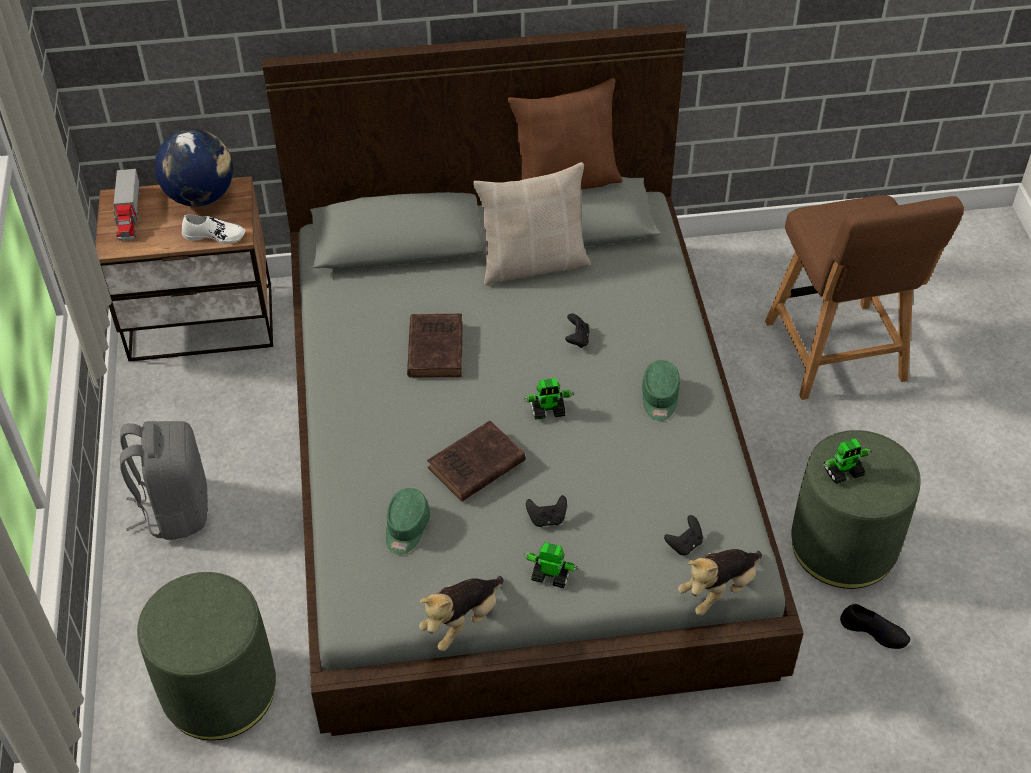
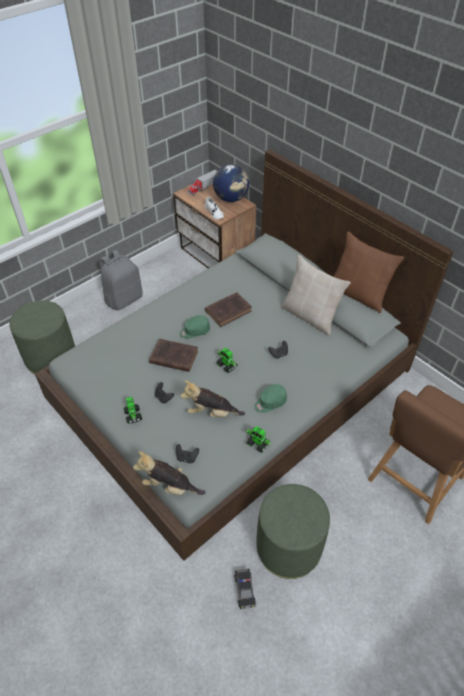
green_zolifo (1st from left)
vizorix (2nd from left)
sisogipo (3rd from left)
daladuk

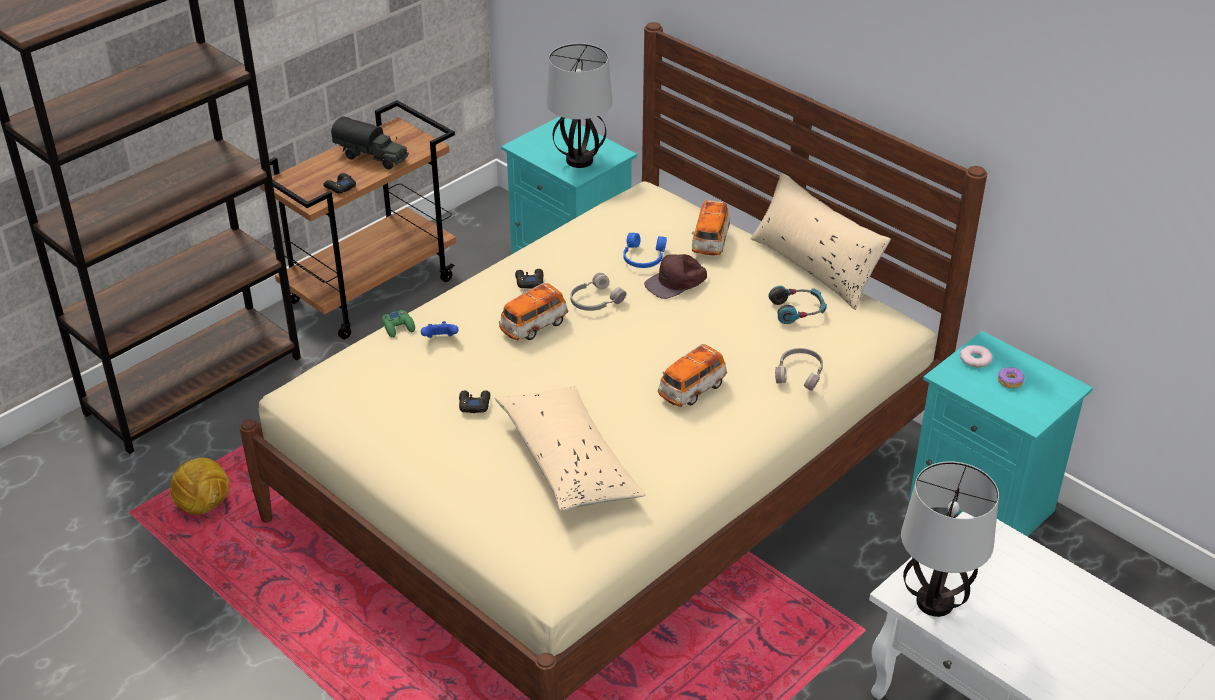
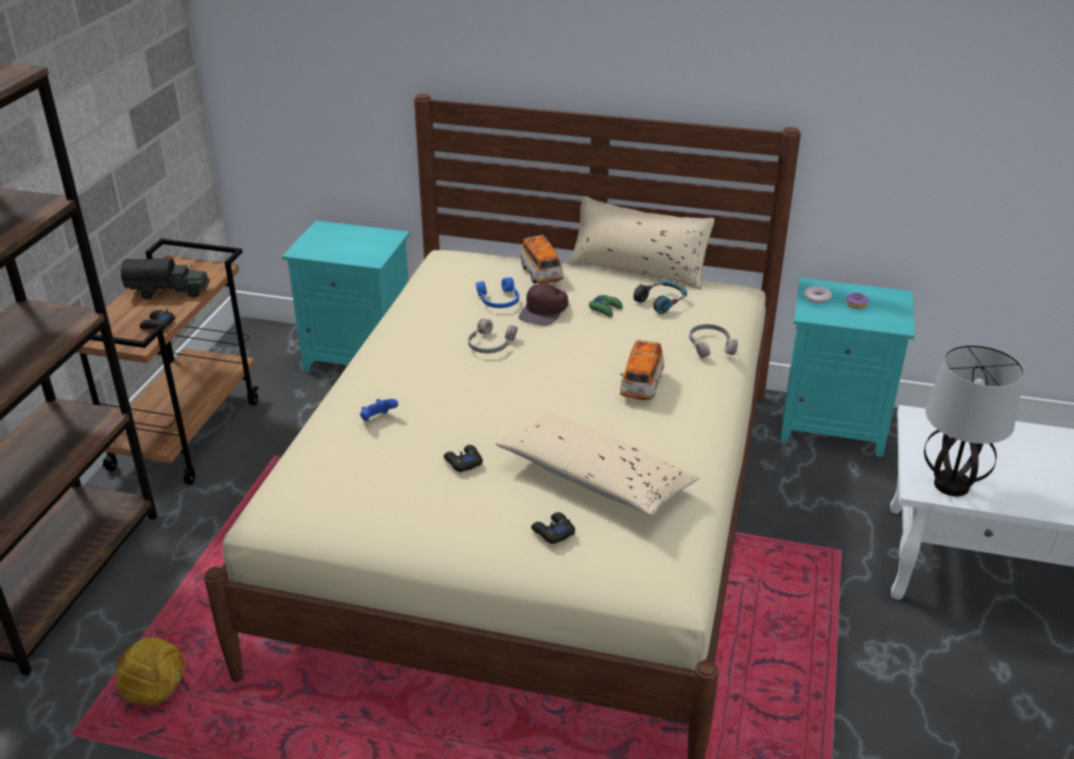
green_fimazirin
daladuk (1st from left in the first image)
black_fimazirin (3rd from left)
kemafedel (1st from left in the first image)

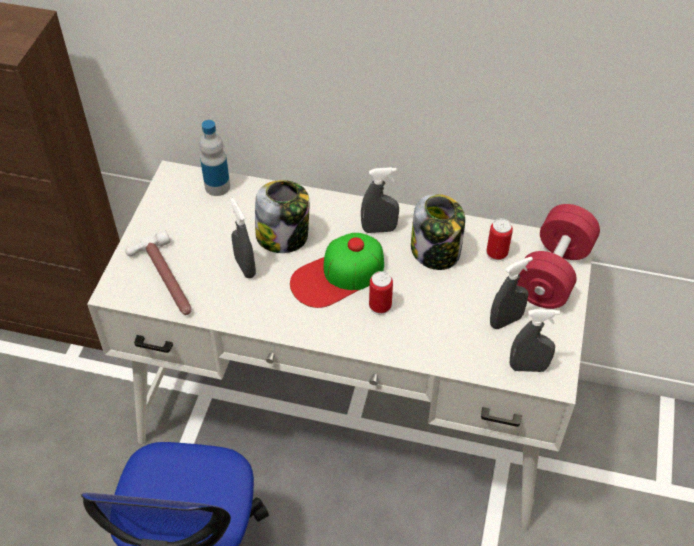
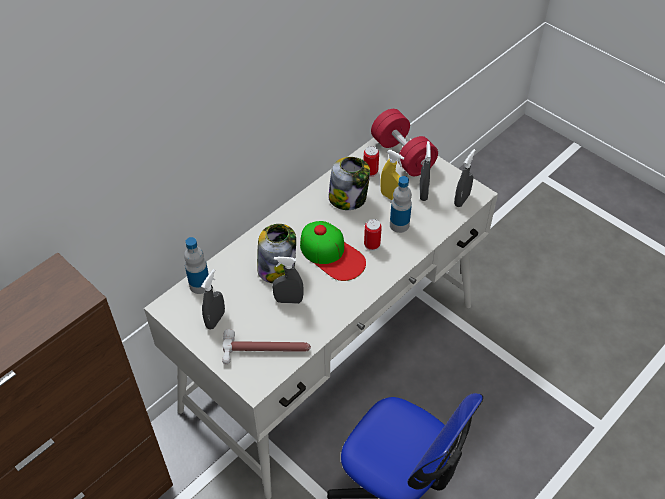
zolifo
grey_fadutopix (1st from left)
yellow_fadutopix
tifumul (2nd from left)

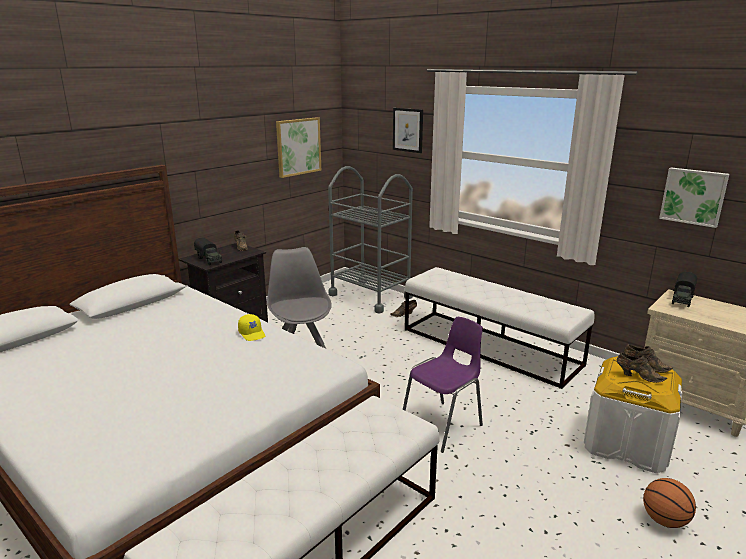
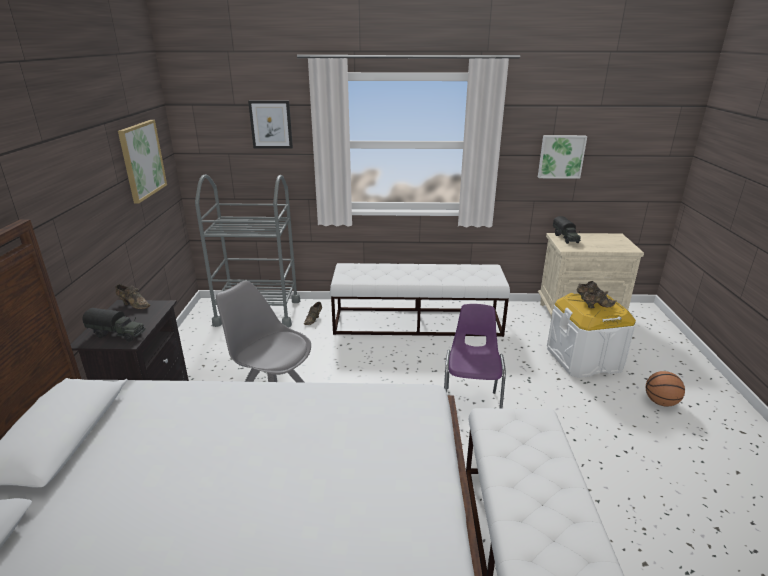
yellow_zolifo

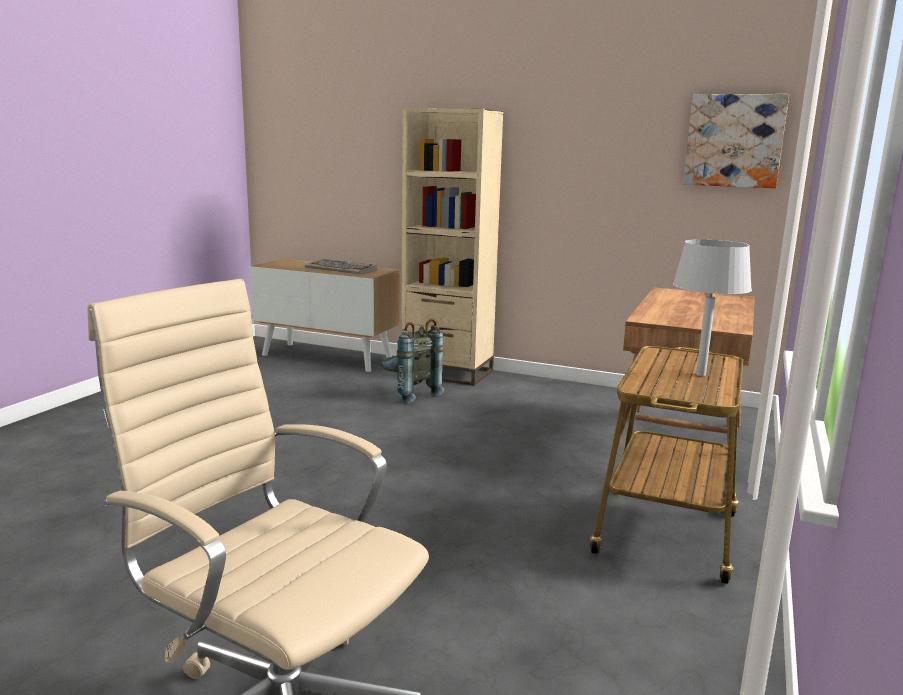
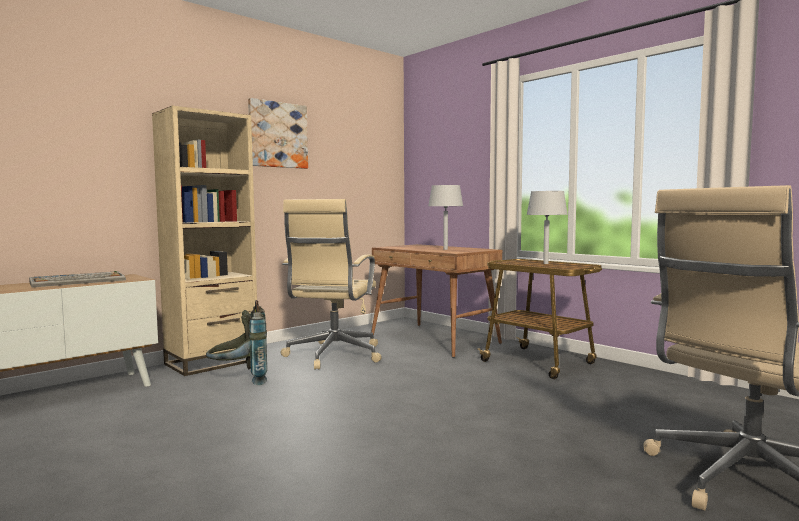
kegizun
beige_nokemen (1st from left)
grey_kemafedel (1st from left)

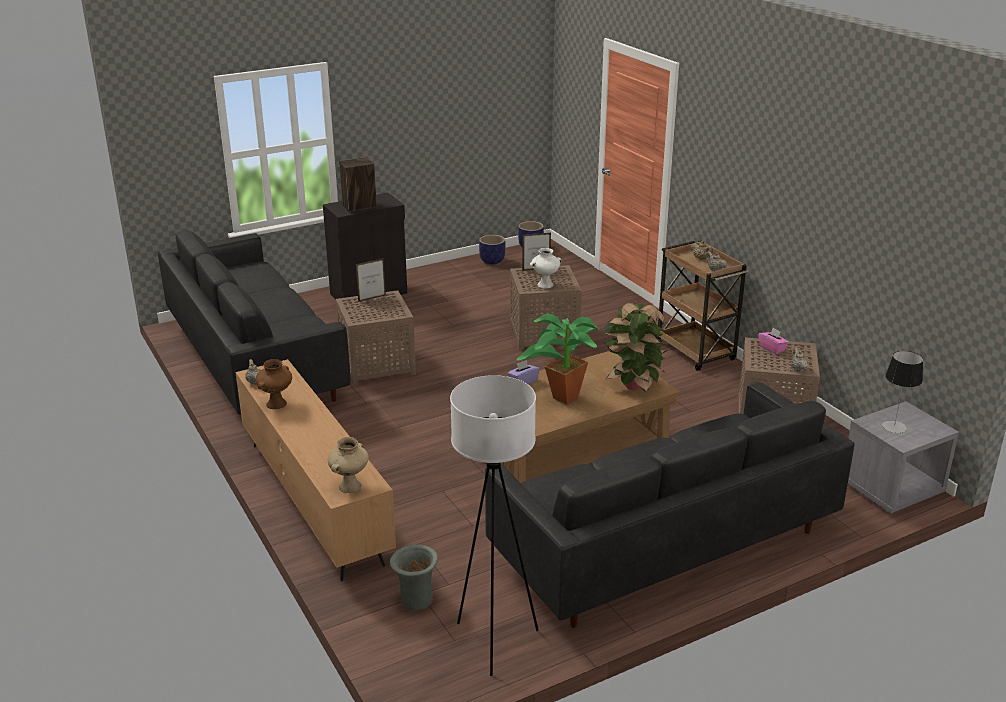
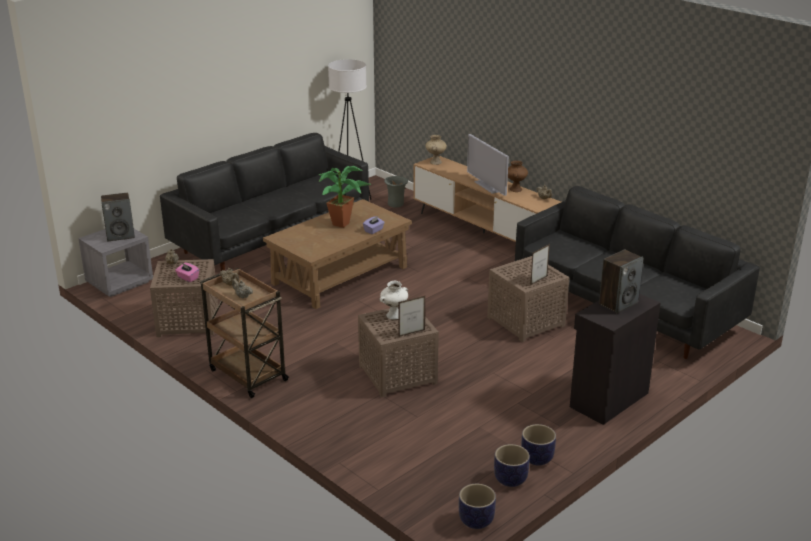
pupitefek (2nd from left in the first image)
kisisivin (1st from left)
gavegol
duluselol (3rd from left)

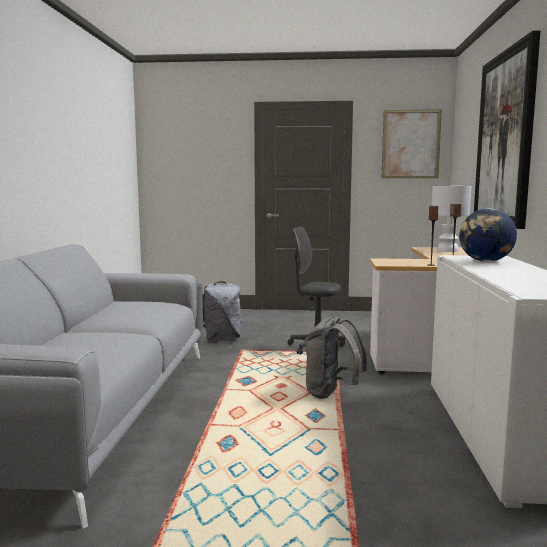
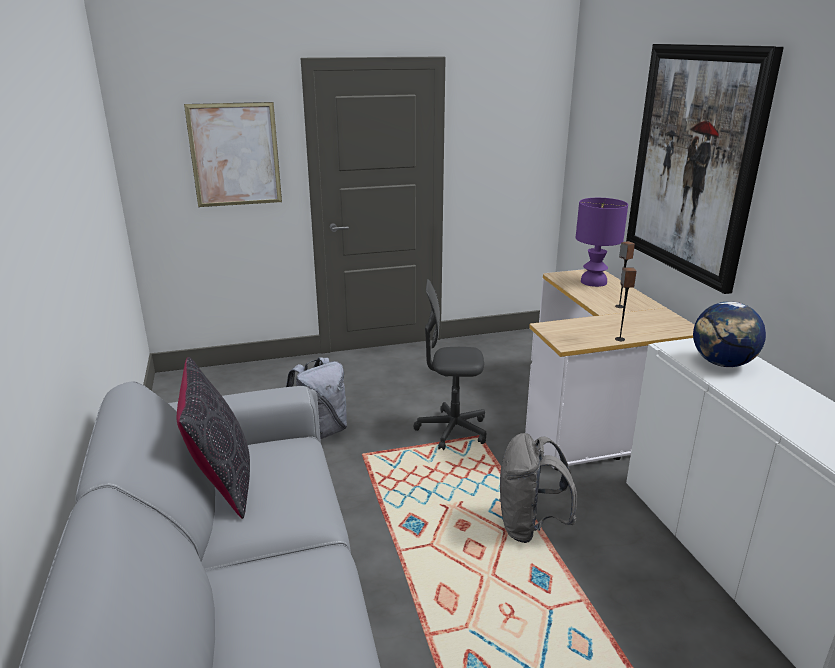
kegizun (1st from left)
purple_kemafedel
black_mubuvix

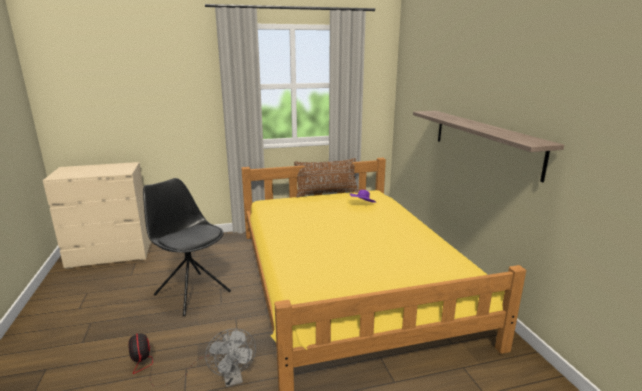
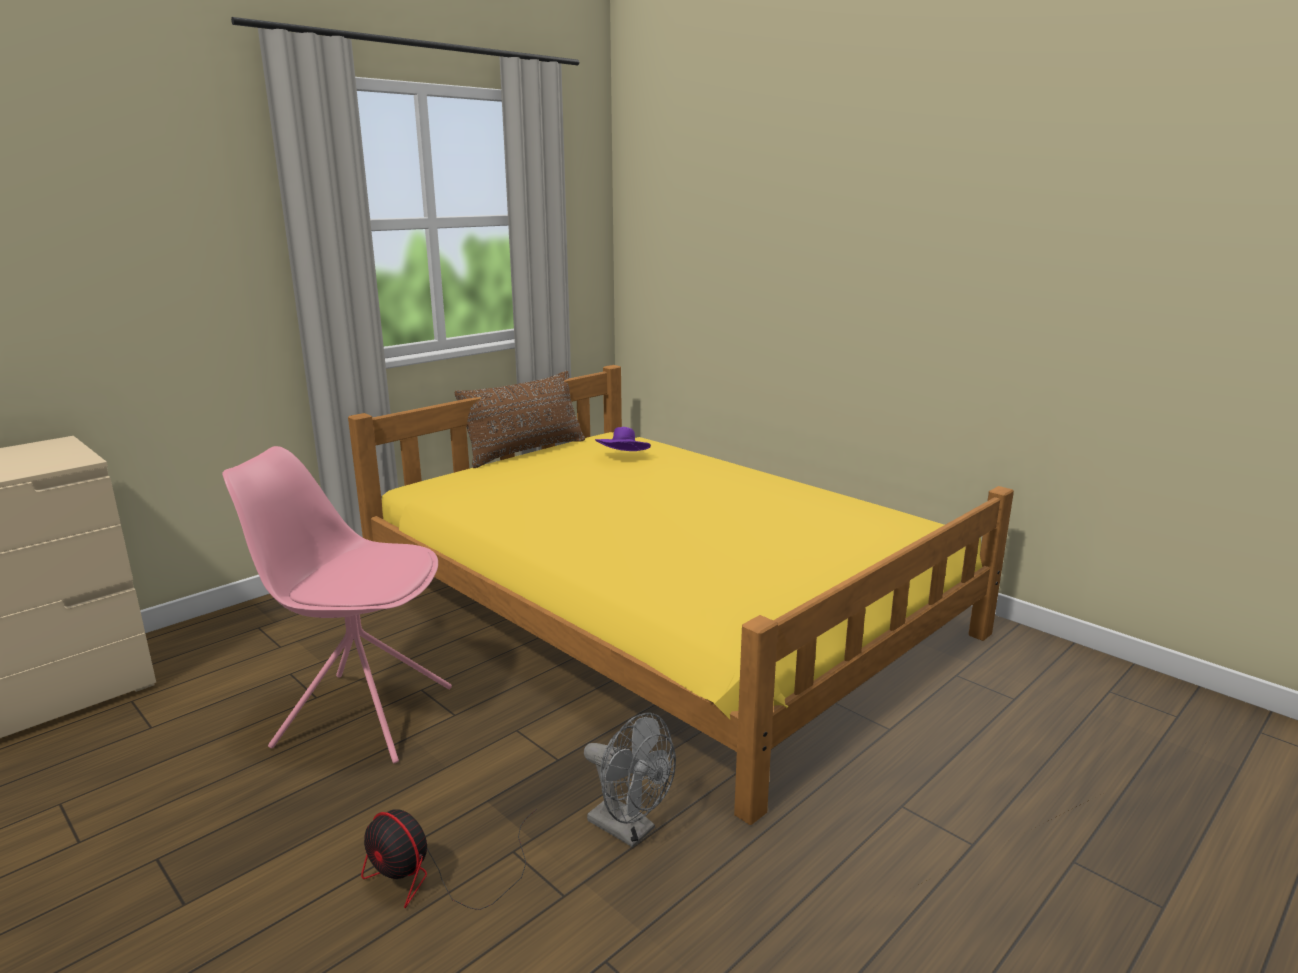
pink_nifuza
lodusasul

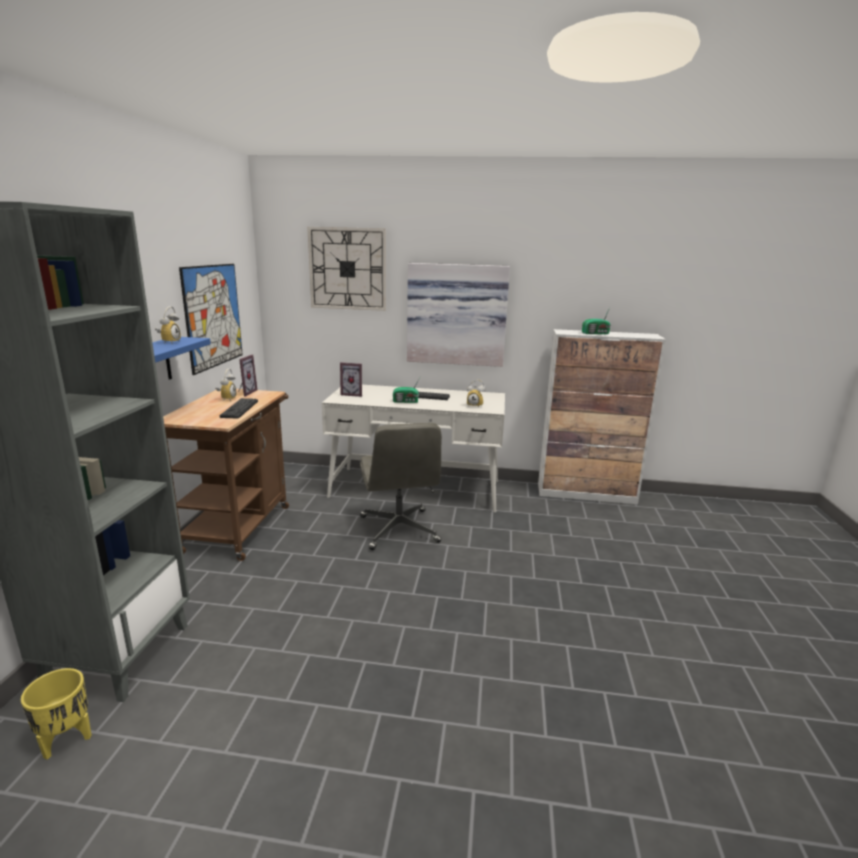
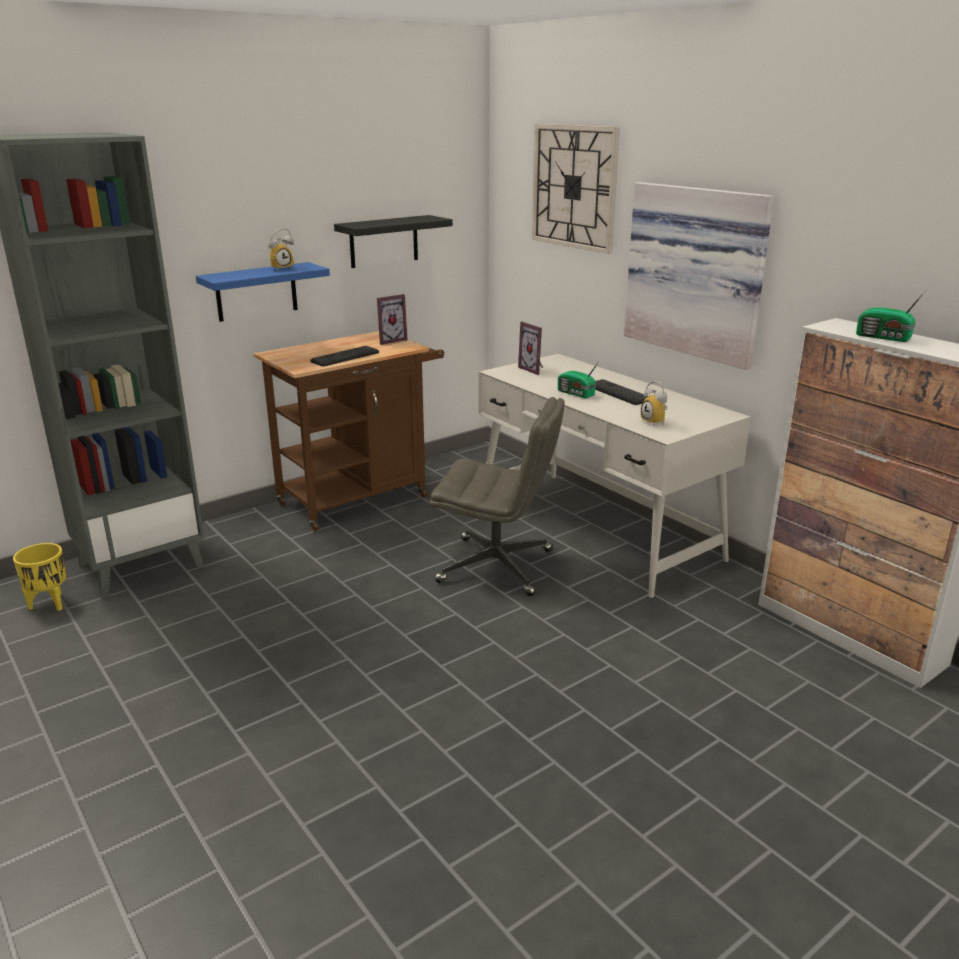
black_lodusasul
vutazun (2nd from left in the first image)
grey_nokemen

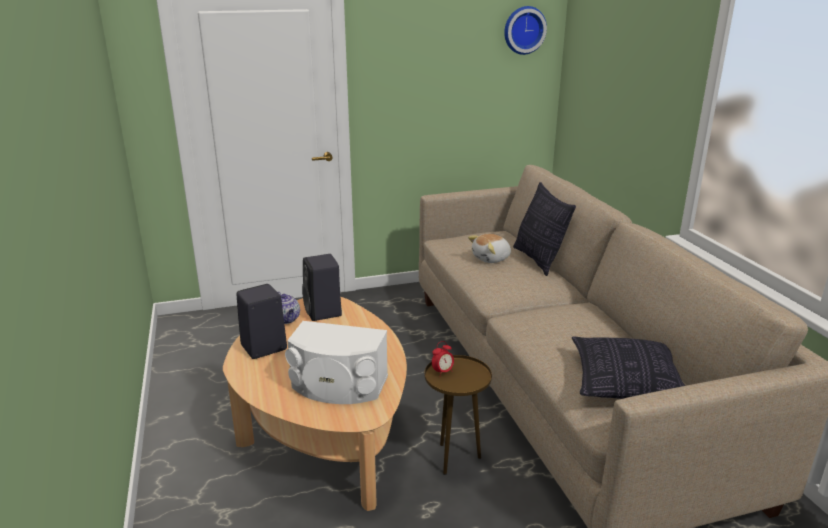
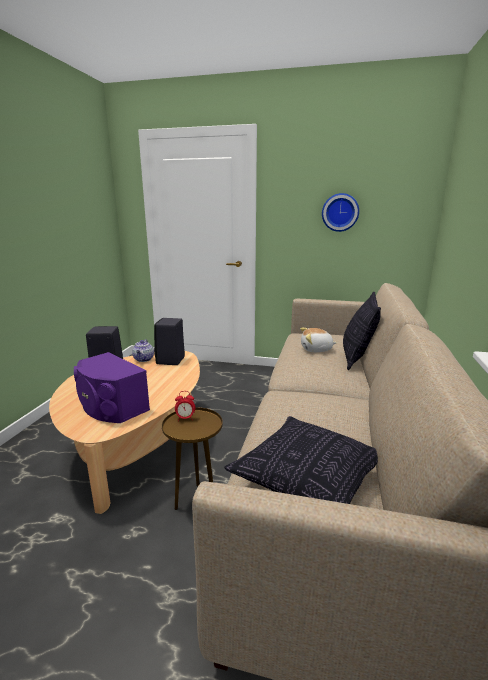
purple_kisisivin
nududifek

